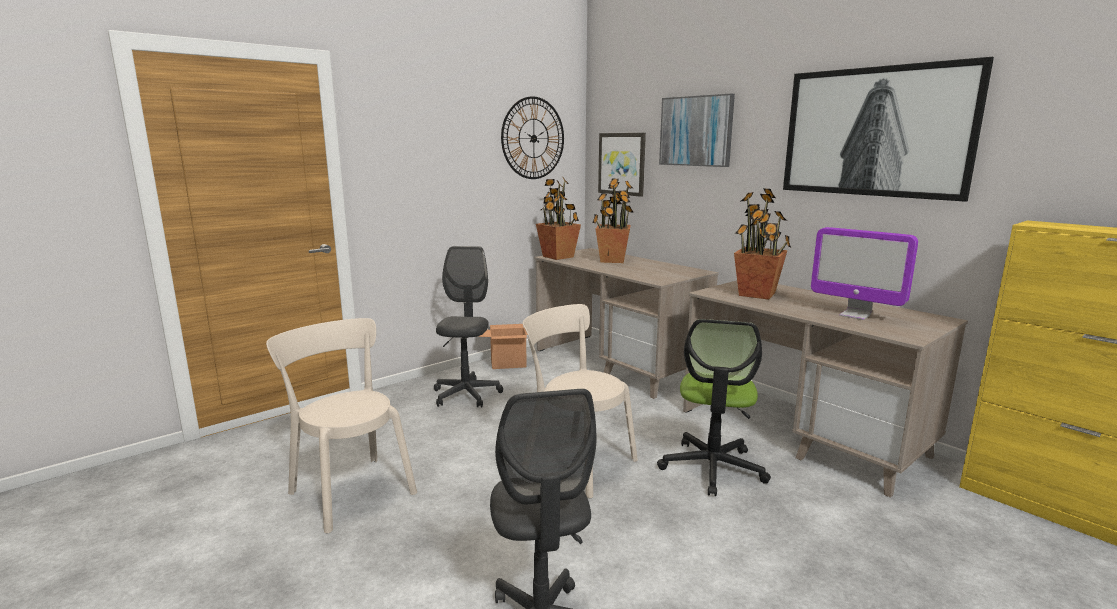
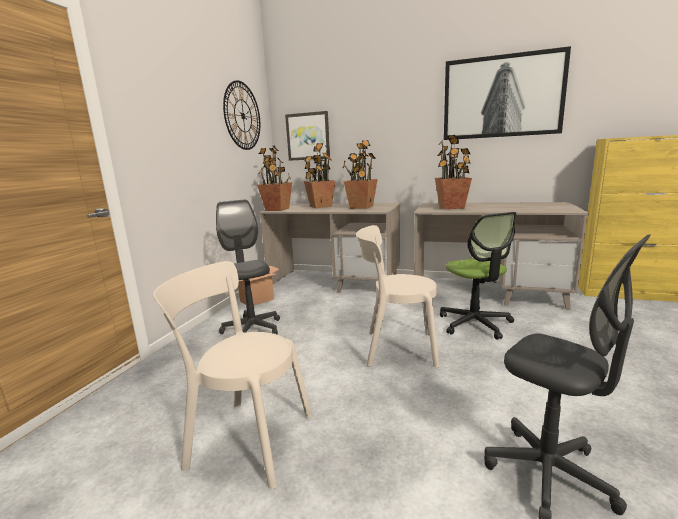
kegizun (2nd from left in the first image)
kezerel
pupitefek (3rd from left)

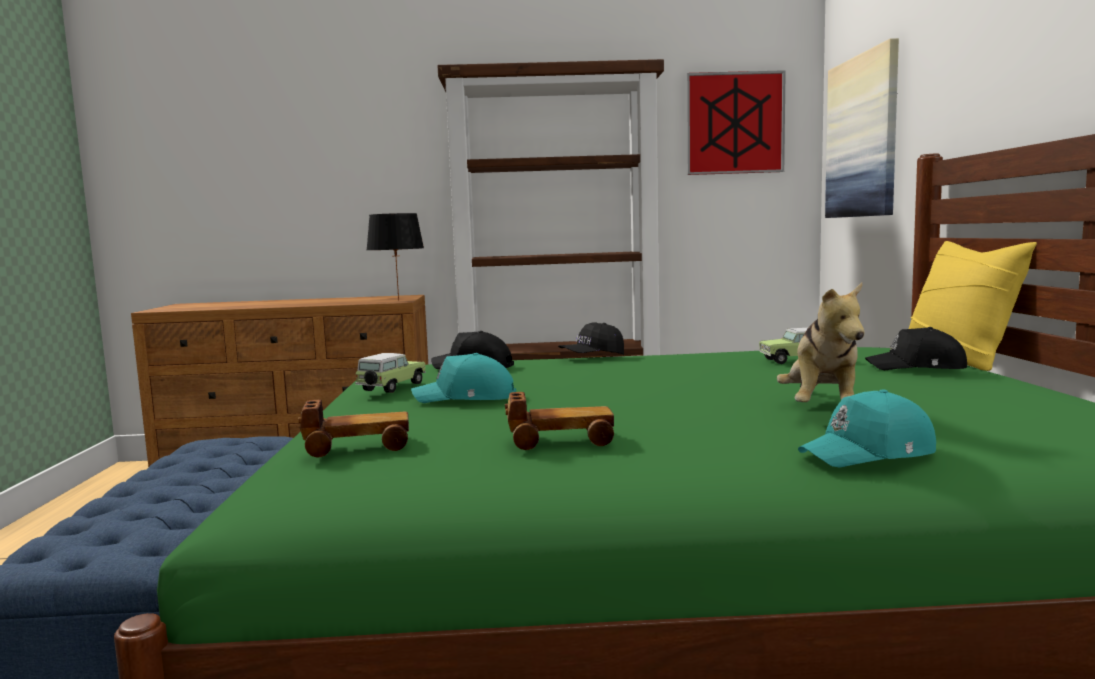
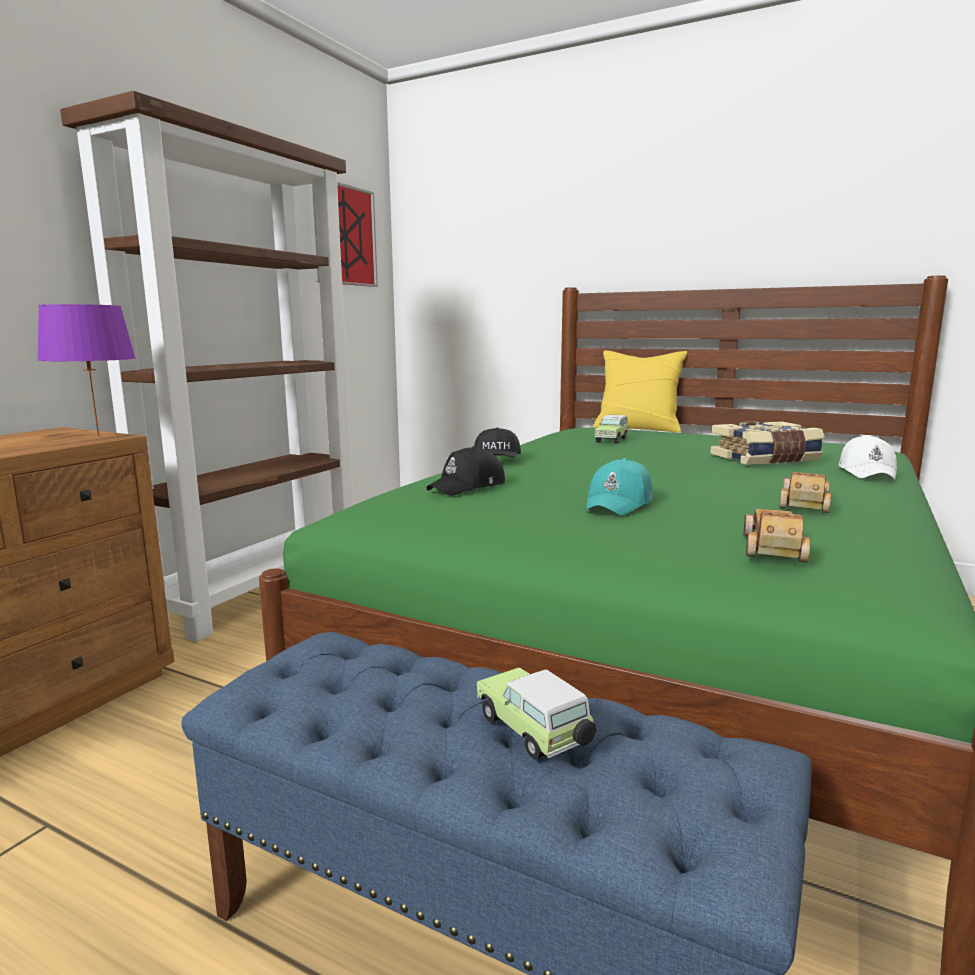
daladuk (1st from left)
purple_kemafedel
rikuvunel
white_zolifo
kegizun (2nd from left in the first image)
black_zolifo (3rd from left in the first image)

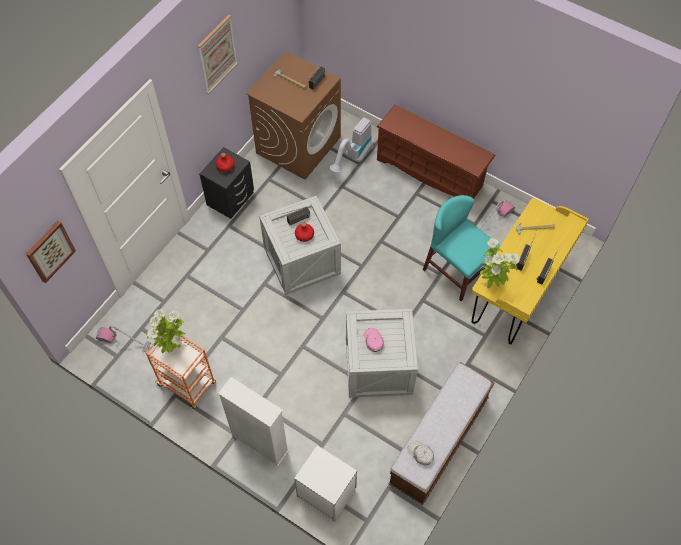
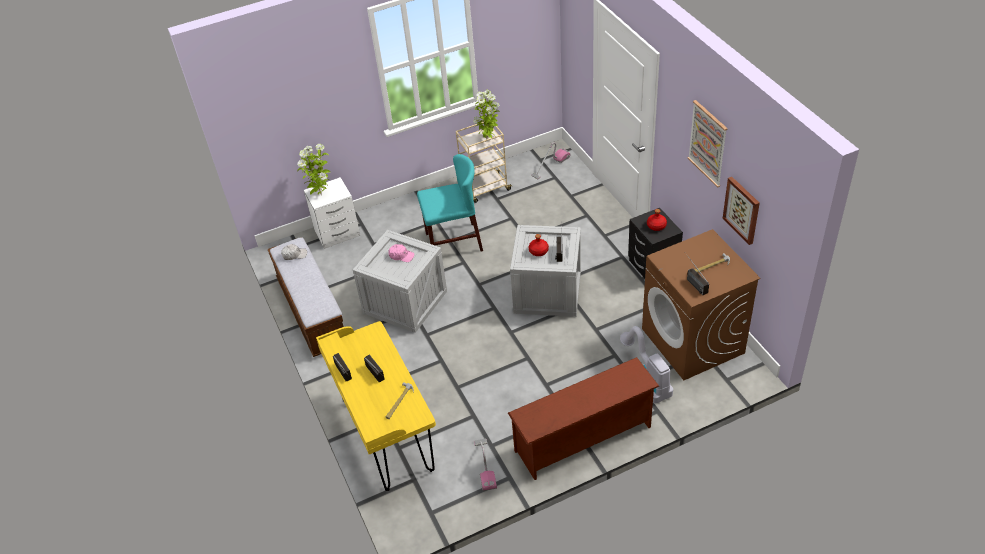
kegizun (2nd from left)
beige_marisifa
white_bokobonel
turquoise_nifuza
pupitefek (1st from left)

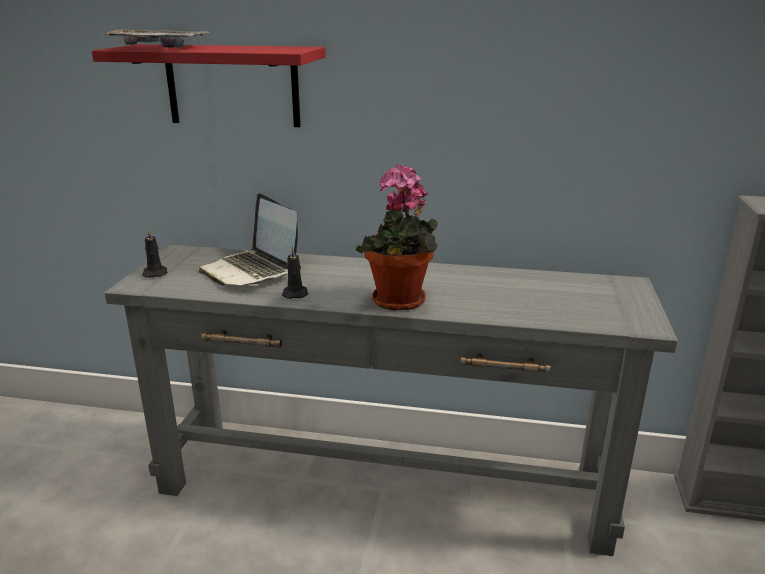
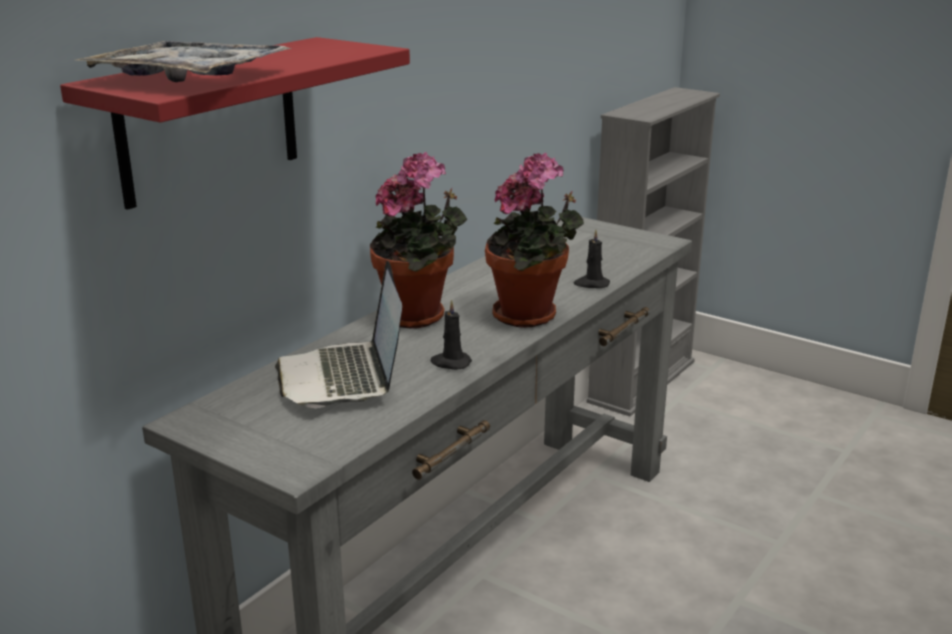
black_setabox (2nd from left)
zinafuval
pupitefek (1st from left)

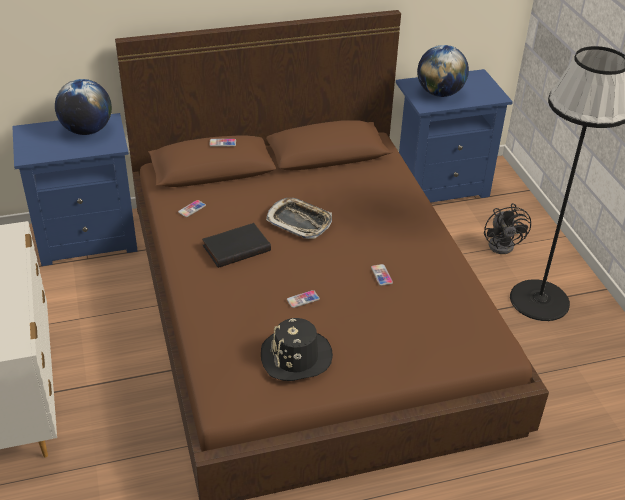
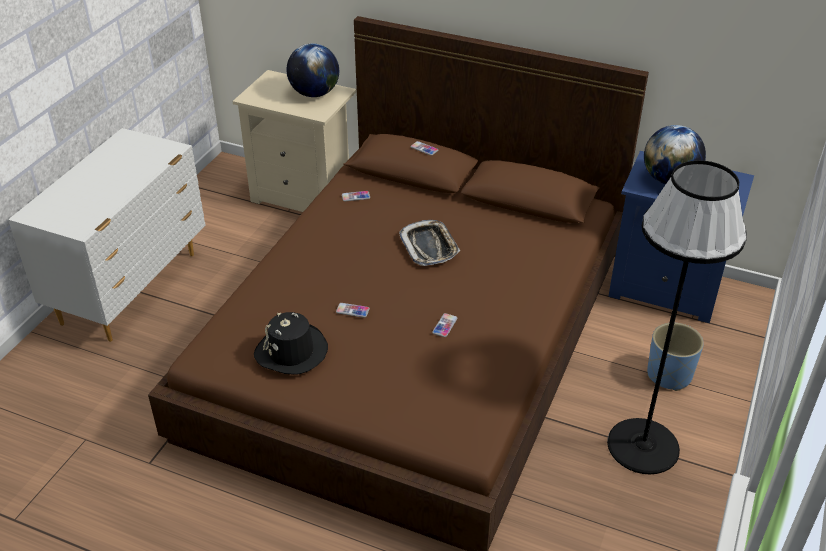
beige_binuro
black_rikuvunel
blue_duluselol

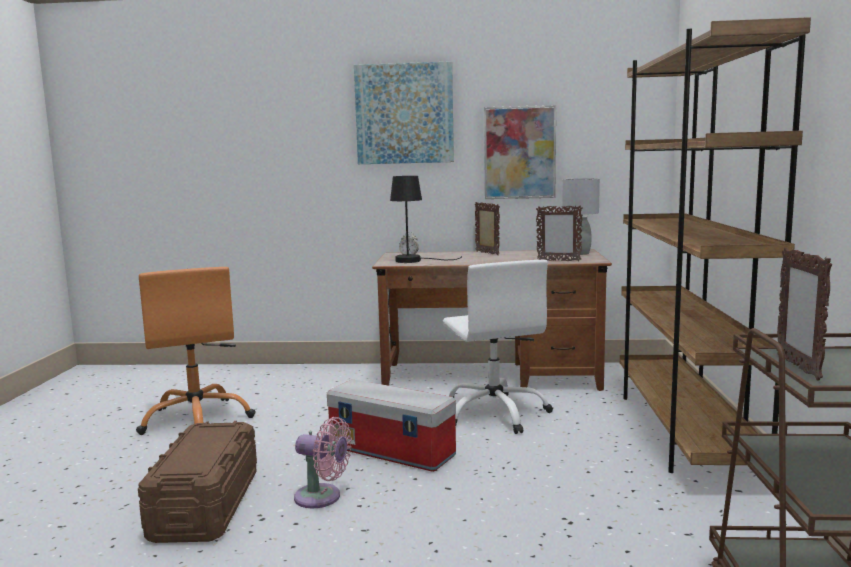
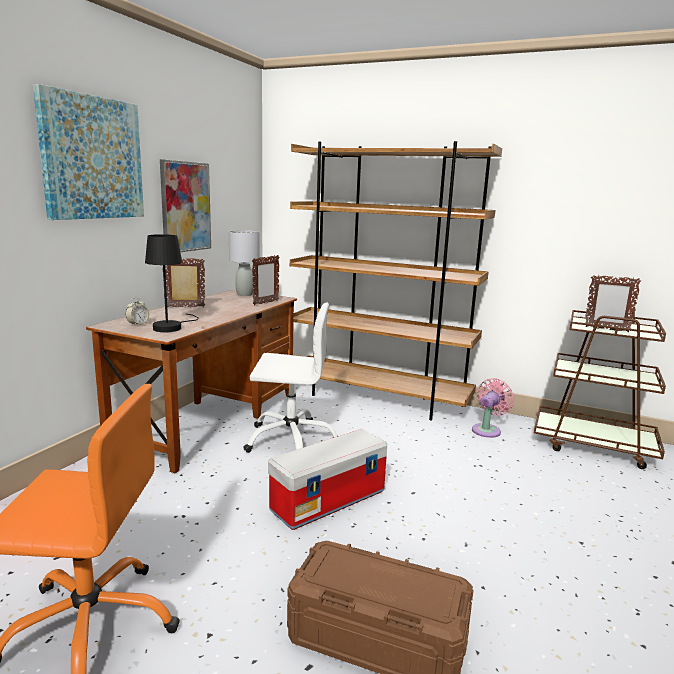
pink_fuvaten

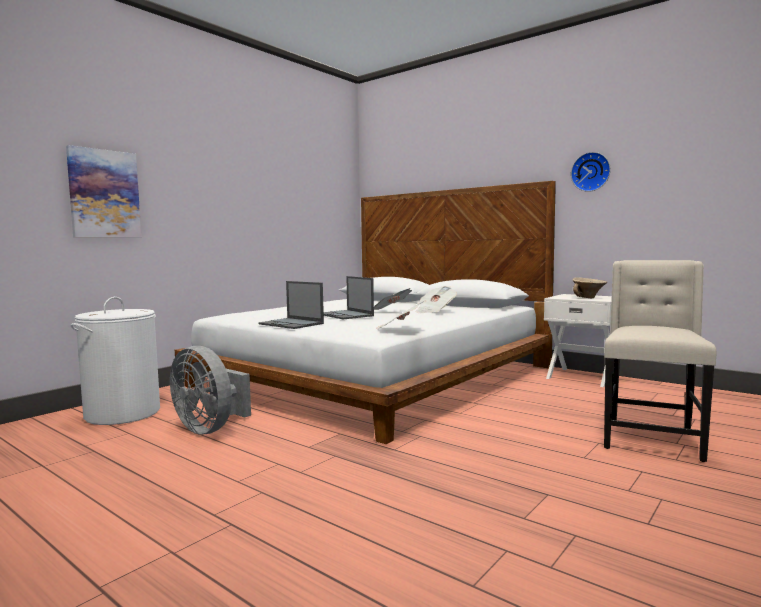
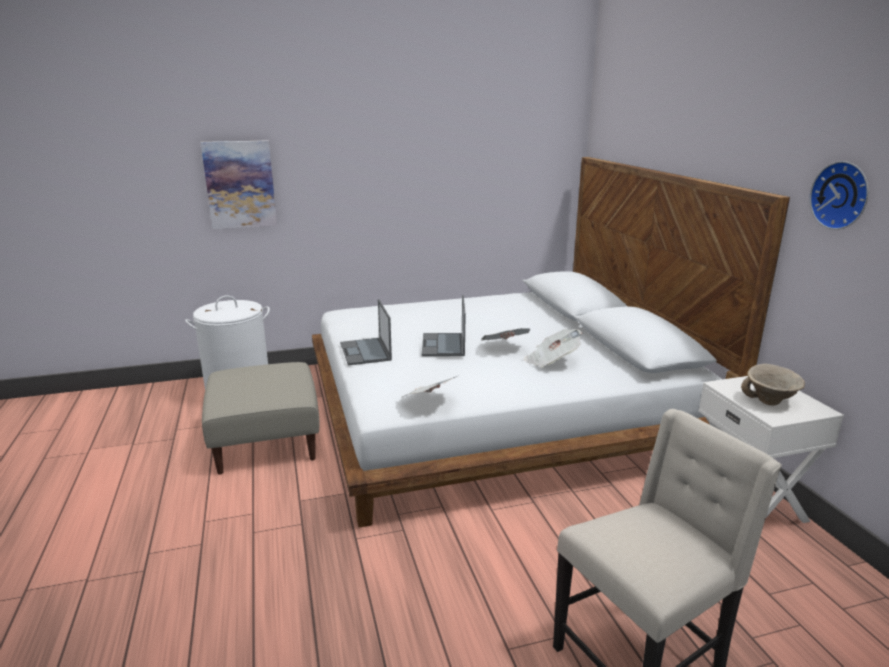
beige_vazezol

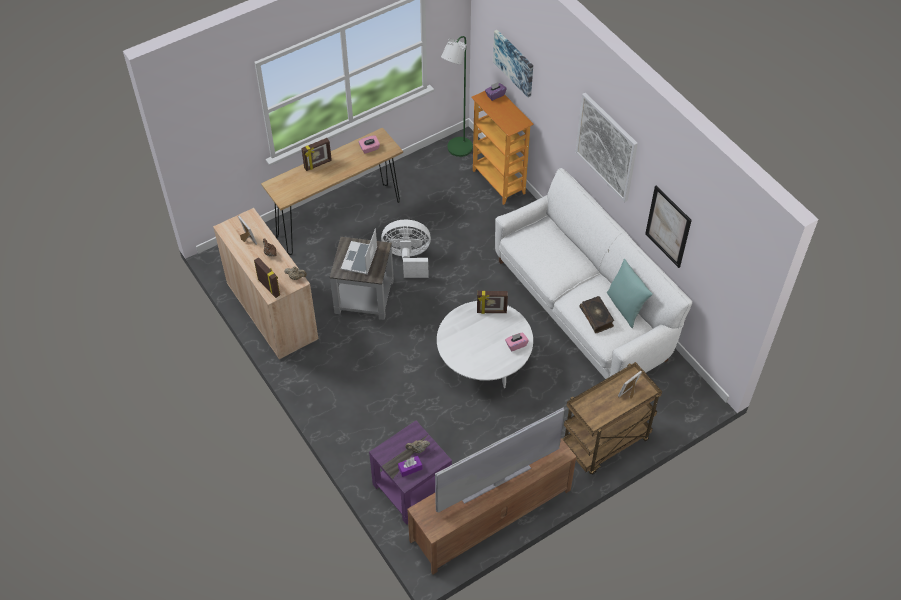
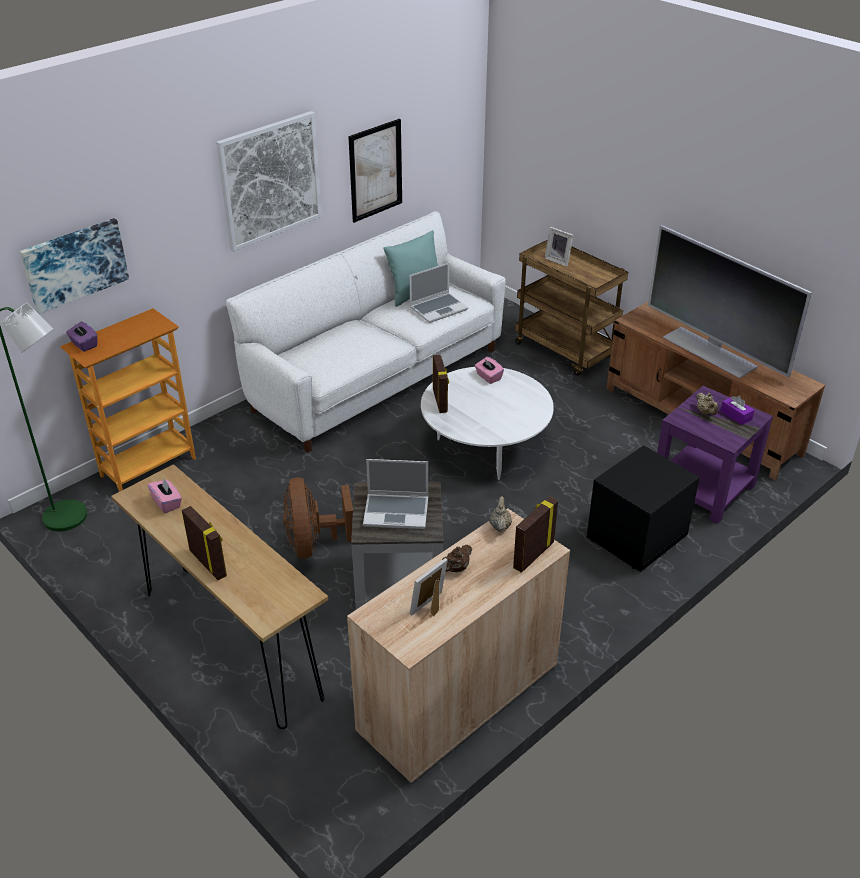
brown_fuvaten
zinafuval (2nd from left)
black_binuro

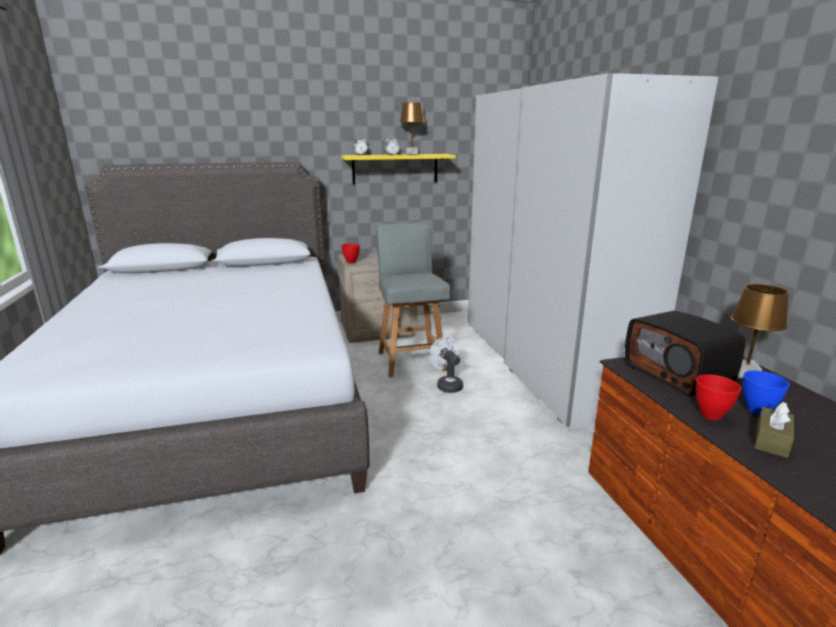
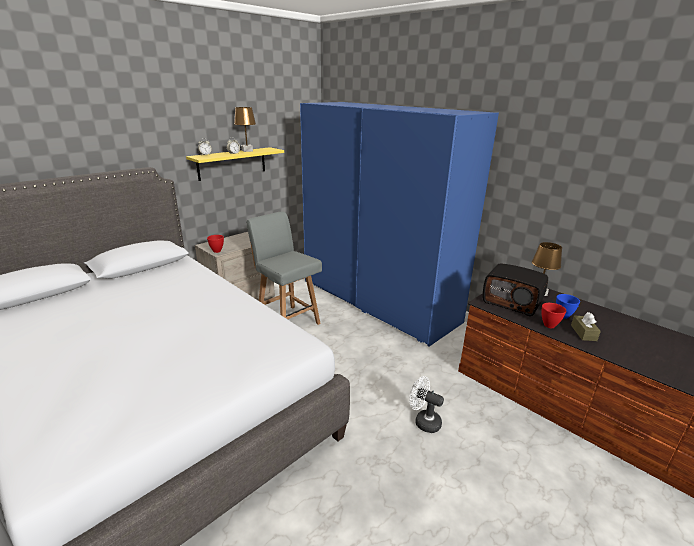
white_fuvaten
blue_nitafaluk

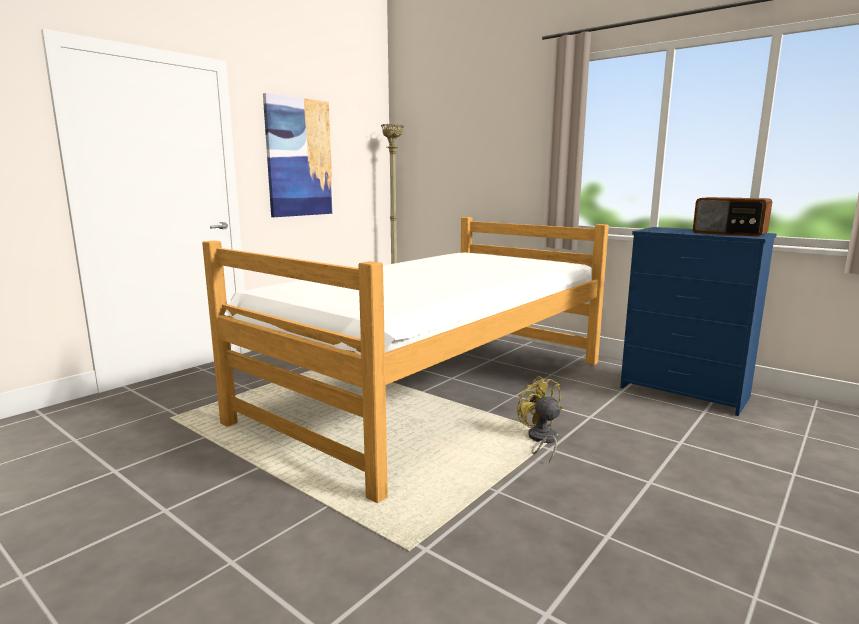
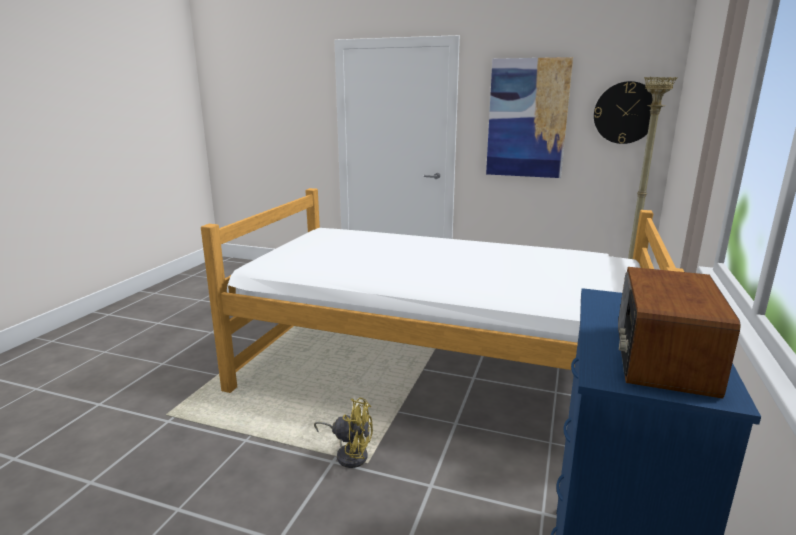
yellow_fuvaten
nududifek

